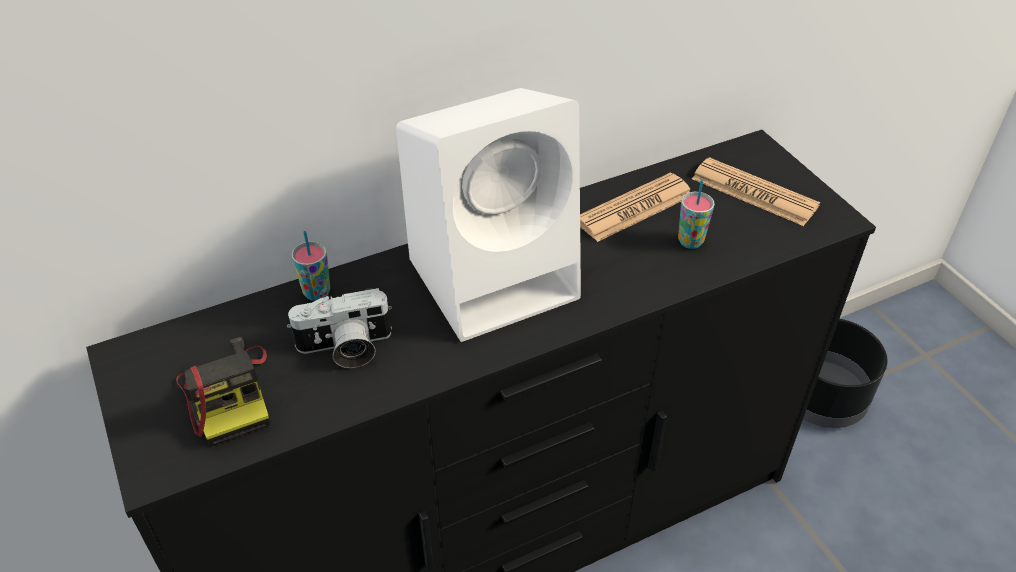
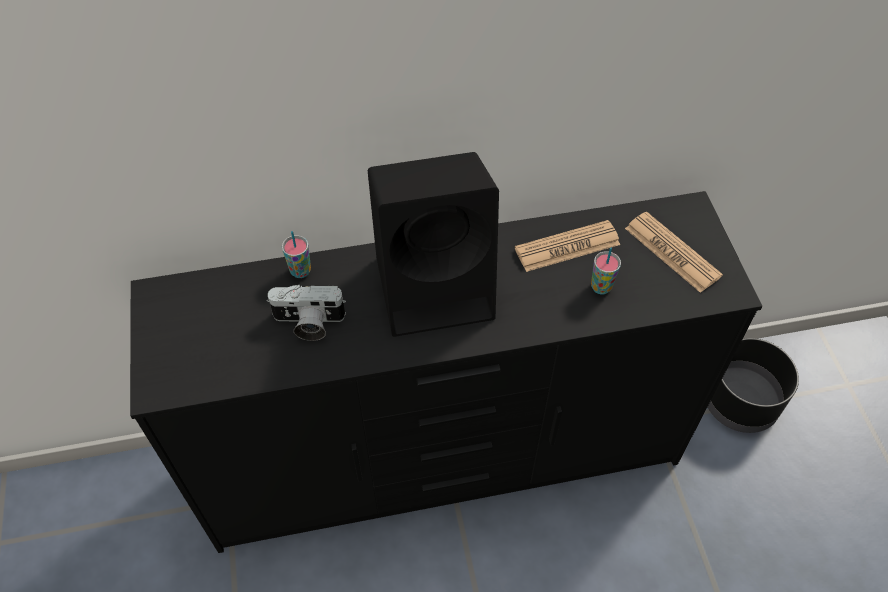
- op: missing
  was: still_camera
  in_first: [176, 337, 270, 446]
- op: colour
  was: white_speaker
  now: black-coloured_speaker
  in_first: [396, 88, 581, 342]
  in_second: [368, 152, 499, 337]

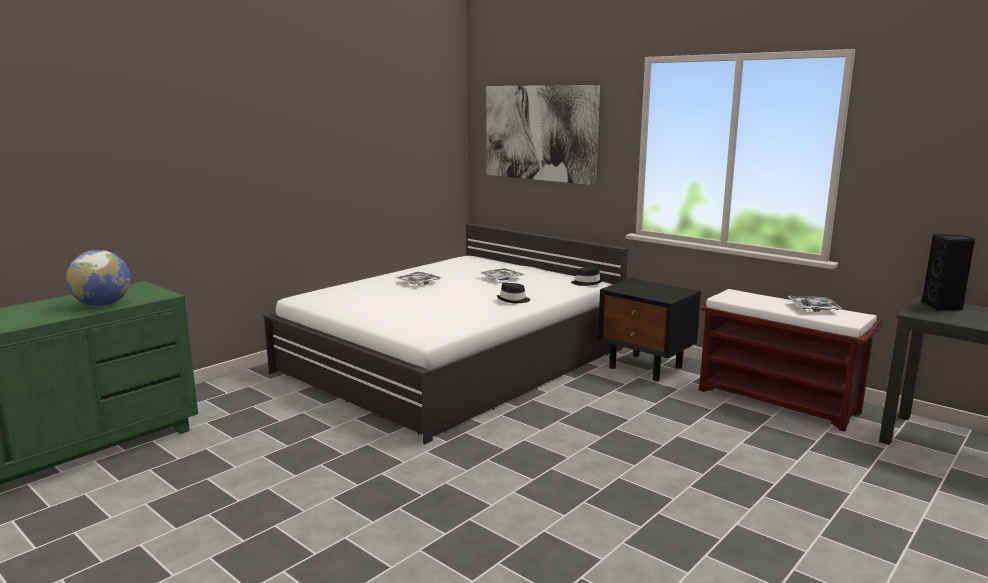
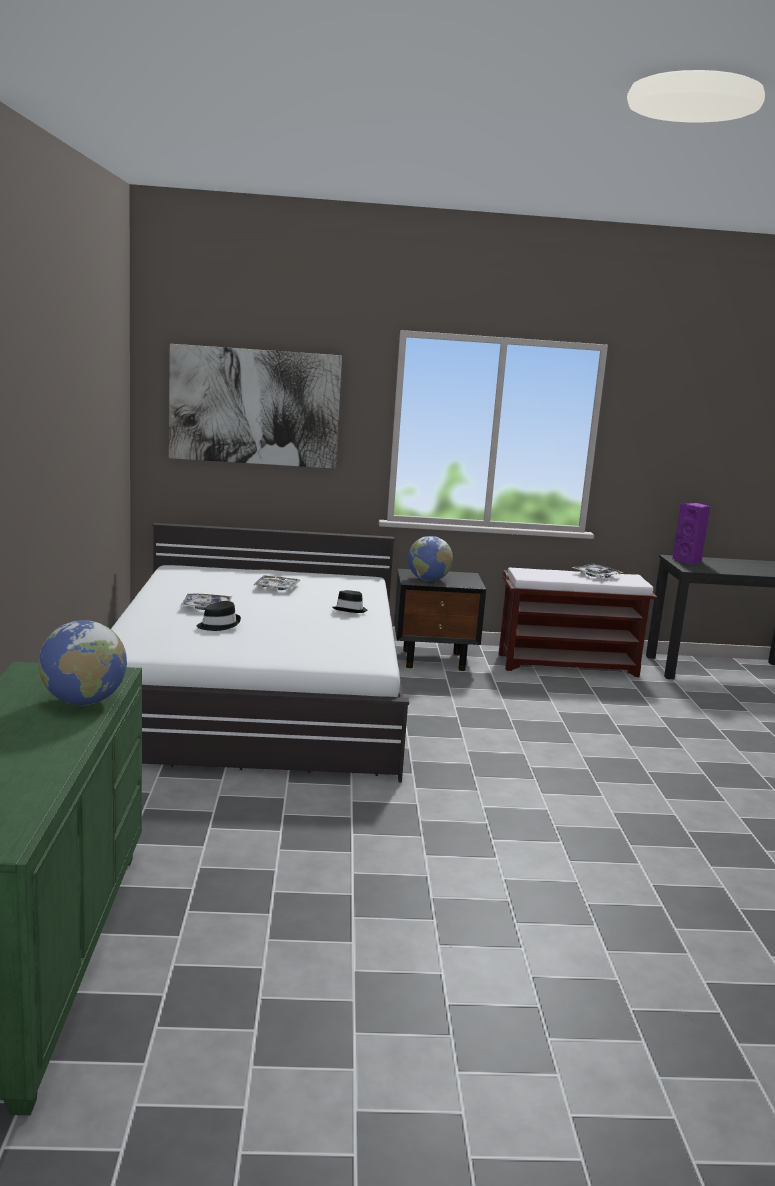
- op: relocated
  was: black-coloured_wearable_hat
  in_first: [571, 266, 603, 286]
  in_second: [197, 601, 241, 631]
- op: colour
  was: black-coloured_speaker
  now: purple-coloured_speaker
  in_first: [922, 234, 975, 311]
  in_second: [672, 502, 711, 565]
- op: appeared
  now: desk_globe
  in_second: [408, 536, 453, 581]

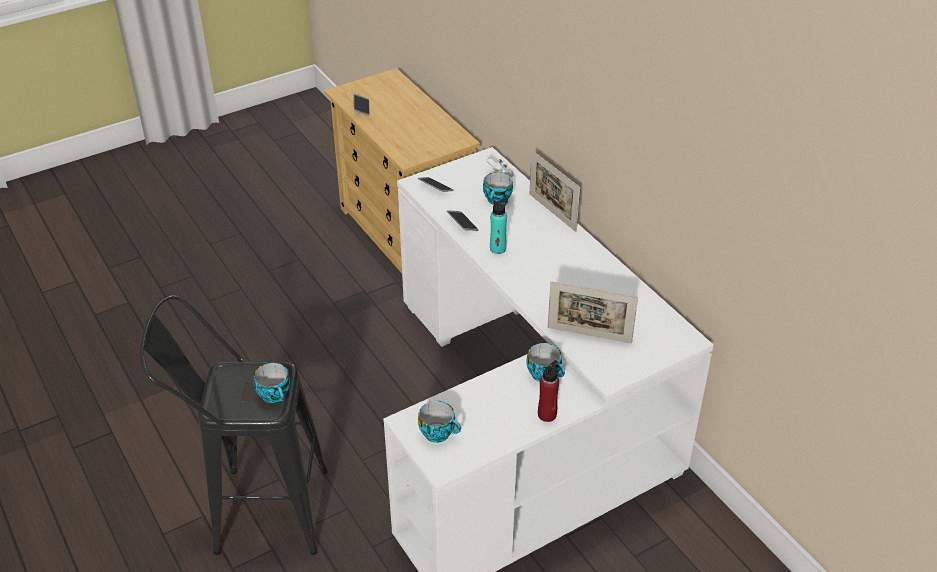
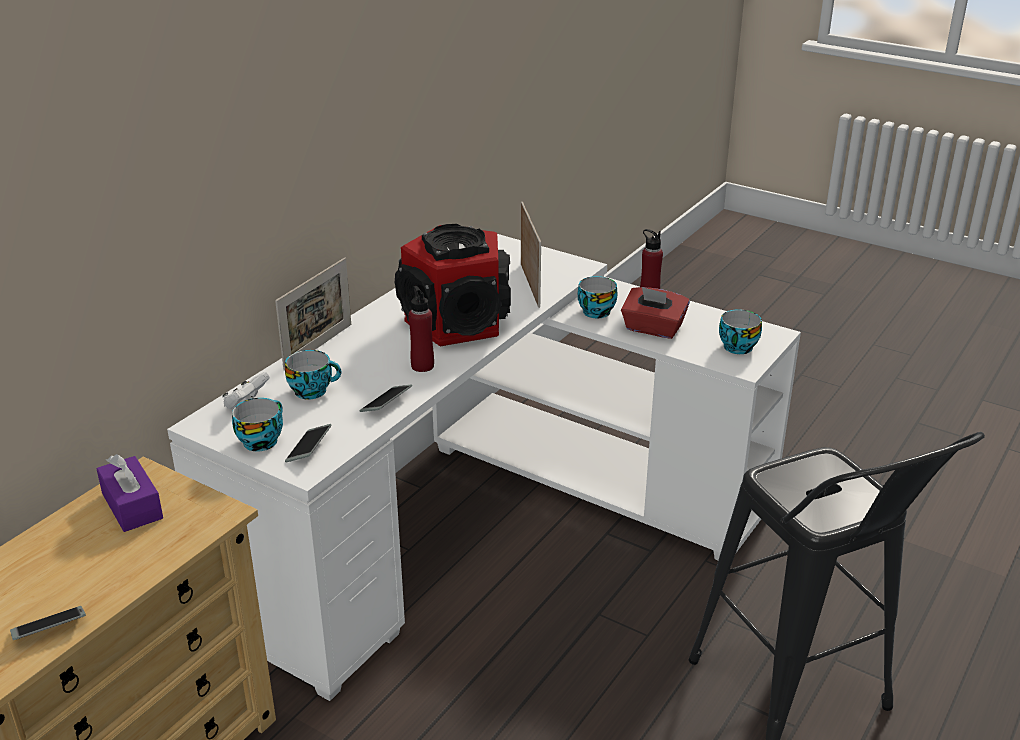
- op: relocated
  was: drinking_cup
  in_first: [253, 363, 290, 403]
  in_second: [232, 398, 283, 451]
- op: colour
  was: turquoise-coloured_drink_bottle
  now: red-coloured_drink_bottle
  in_first: [490, 199, 508, 254]
  in_second: [409, 286, 434, 372]
- op: appeared
  now: purple-coloured_tissue_box
  in_second: [97, 454, 163, 532]
- op: appeared
  now: speaker
  in_second: [395, 224, 511, 346]
- op: appeared
  now: red-coloured_tissue_box
  in_second: [621, 287, 690, 339]

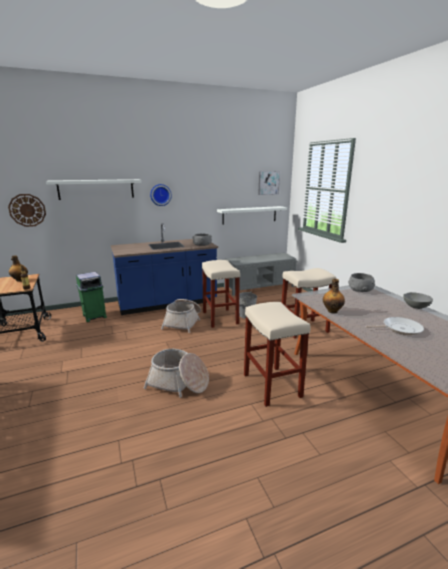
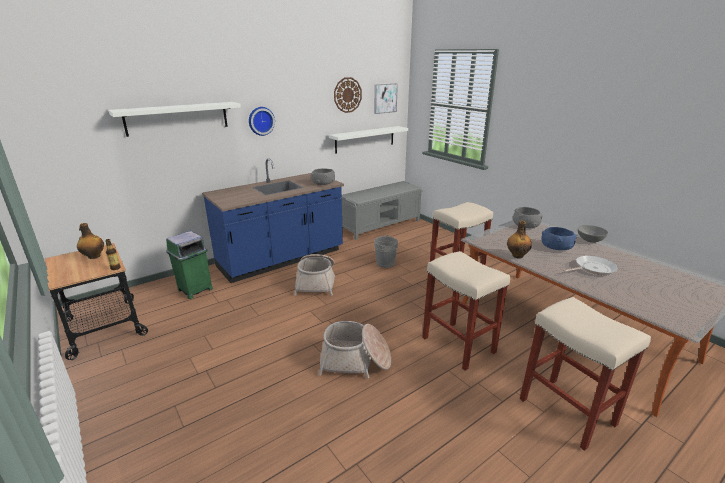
- op: relocated
  was: wall_clock
  in_first: [8, 194, 46, 227]
  in_second: [334, 77, 362, 113]
- op: relocated
  was: beige-coloured_stool
  in_first: [202, 260, 240, 328]
  in_second: [520, 297, 651, 451]
- op: appeared
  now: bluish_serving_bowl
  in_second: [541, 227, 577, 250]

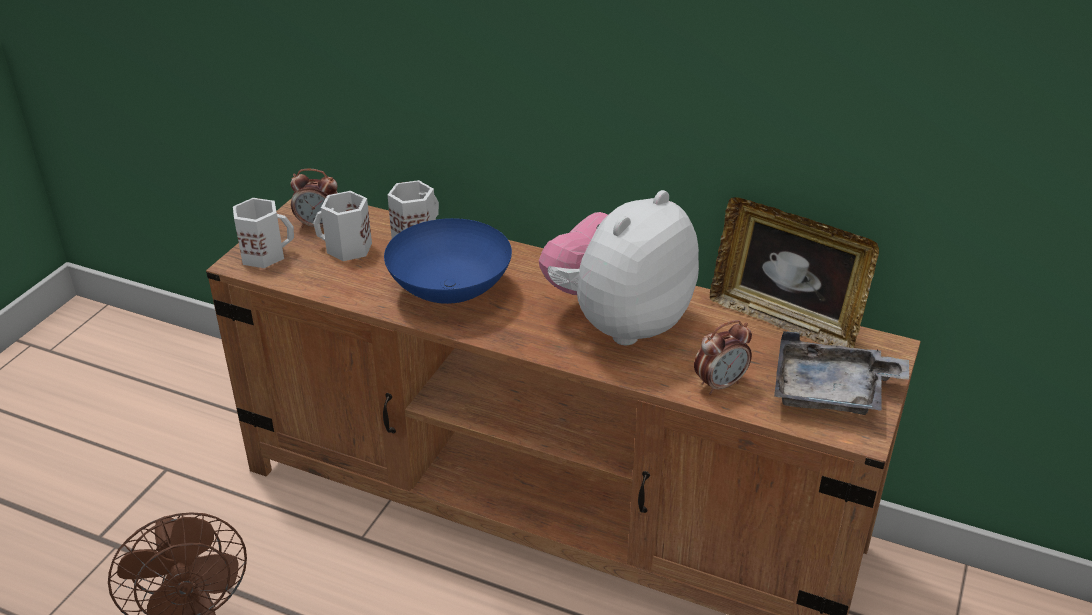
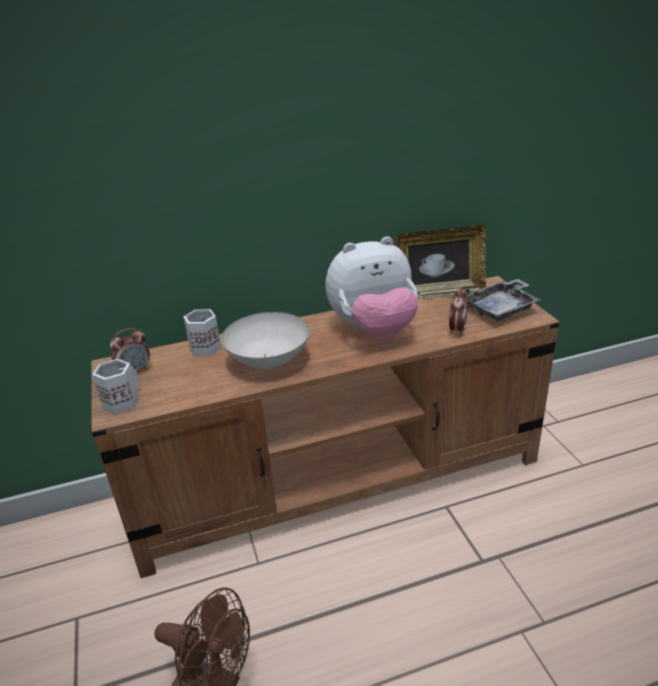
- op: missing
  was: white_mug
  in_first: [313, 191, 372, 261]
- op: colour
  was: bluish_serving_bowl
  now: white_serving_bowl
  in_first: [384, 218, 512, 304]
  in_second: [221, 312, 309, 369]
- op: spun
  was: soft_toy
  in_first: [539, 190, 699, 345]
  in_second: [325, 236, 418, 339]
  clockwise: -105

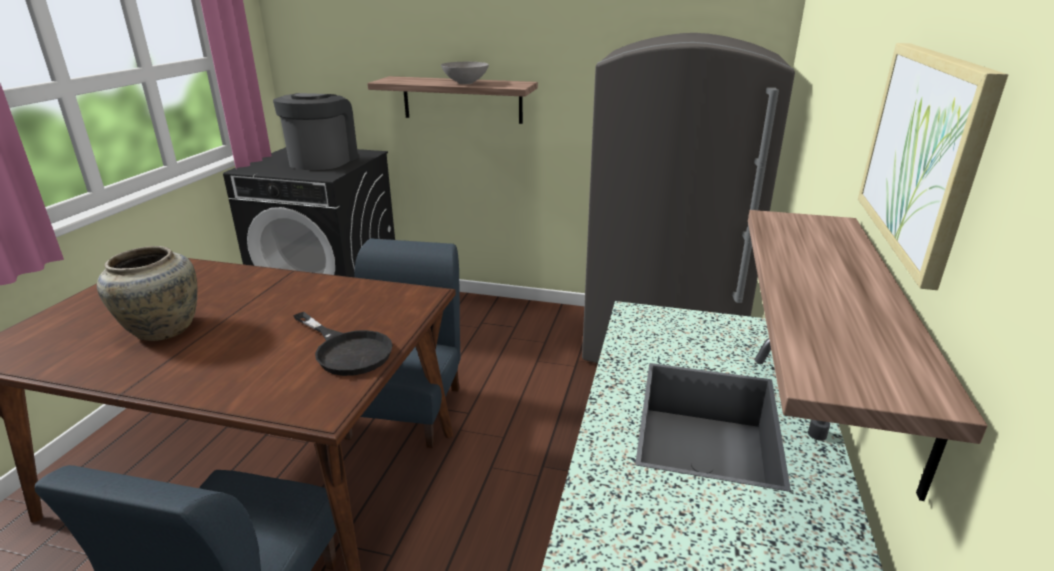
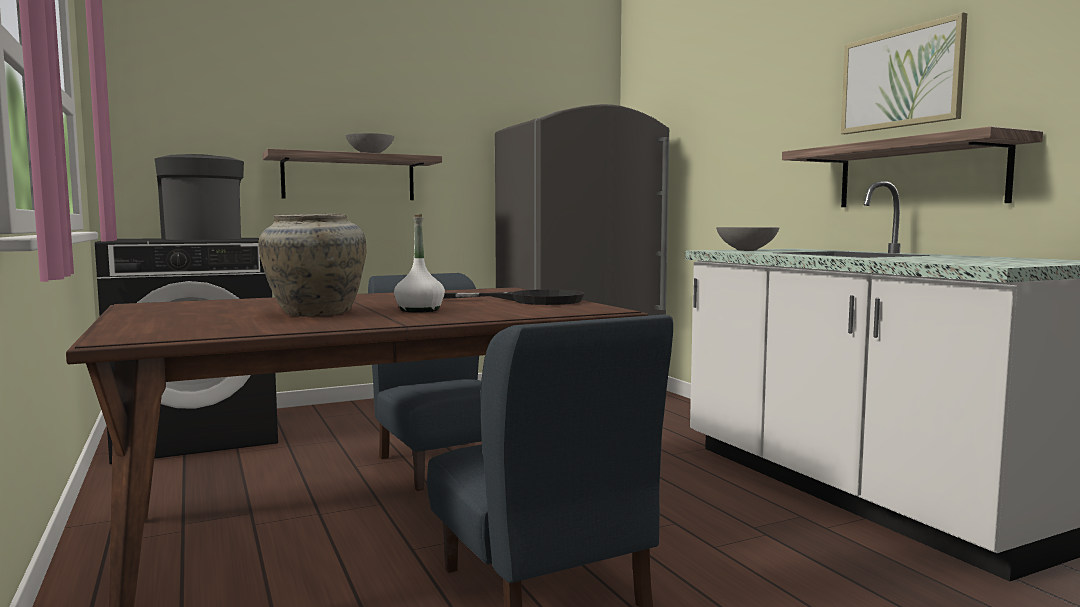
- op: appeared
  now: white_drink_bottle
  in_second: [394, 214, 445, 312]
- op: appeared
  now: greyish_serving_bowl
  in_second: [716, 227, 780, 251]

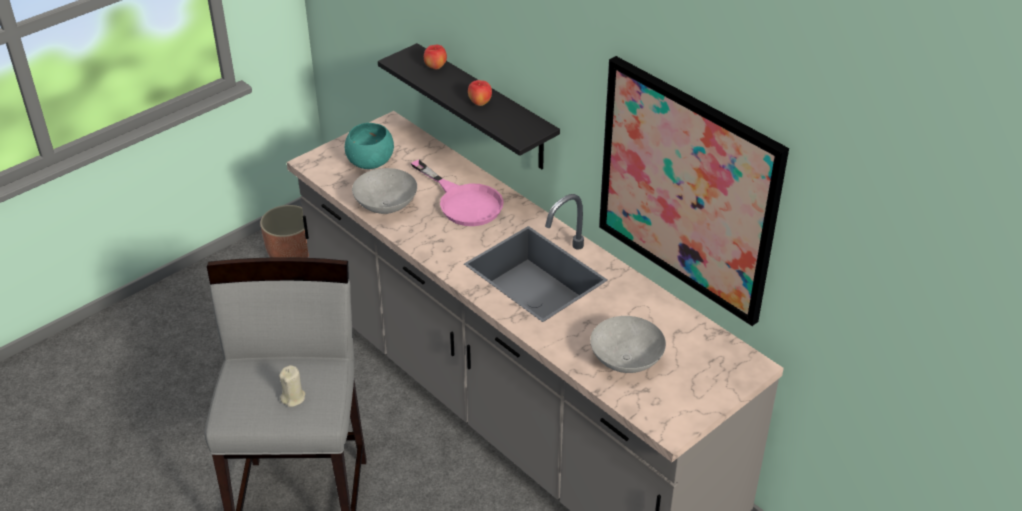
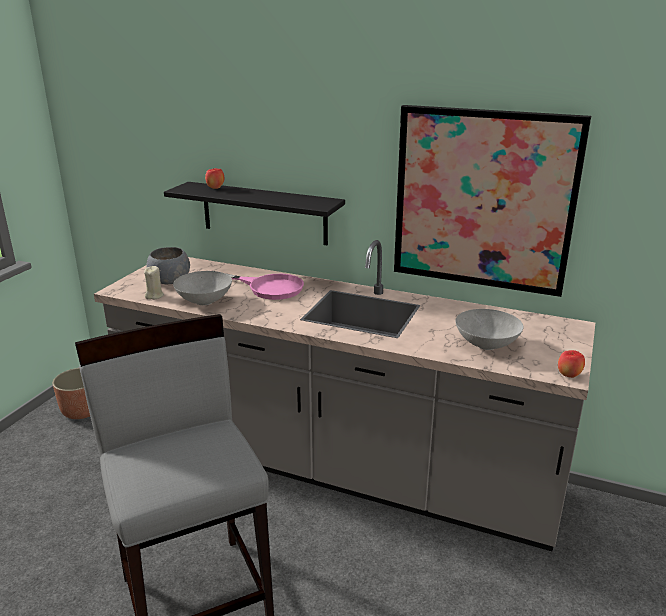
- op: relocated
  was: beige-coloured_candle
  in_first: [279, 365, 305, 407]
  in_second: [144, 266, 164, 299]
- op: colour
  was: turquoise-coloured_serving_bowl
  now: greyish_serving_bowl
  in_first: [345, 123, 394, 169]
  in_second: [146, 247, 190, 284]
- op: relocated
  was: whole_apple
  in_first: [468, 80, 492, 106]
  in_second: [558, 350, 585, 378]

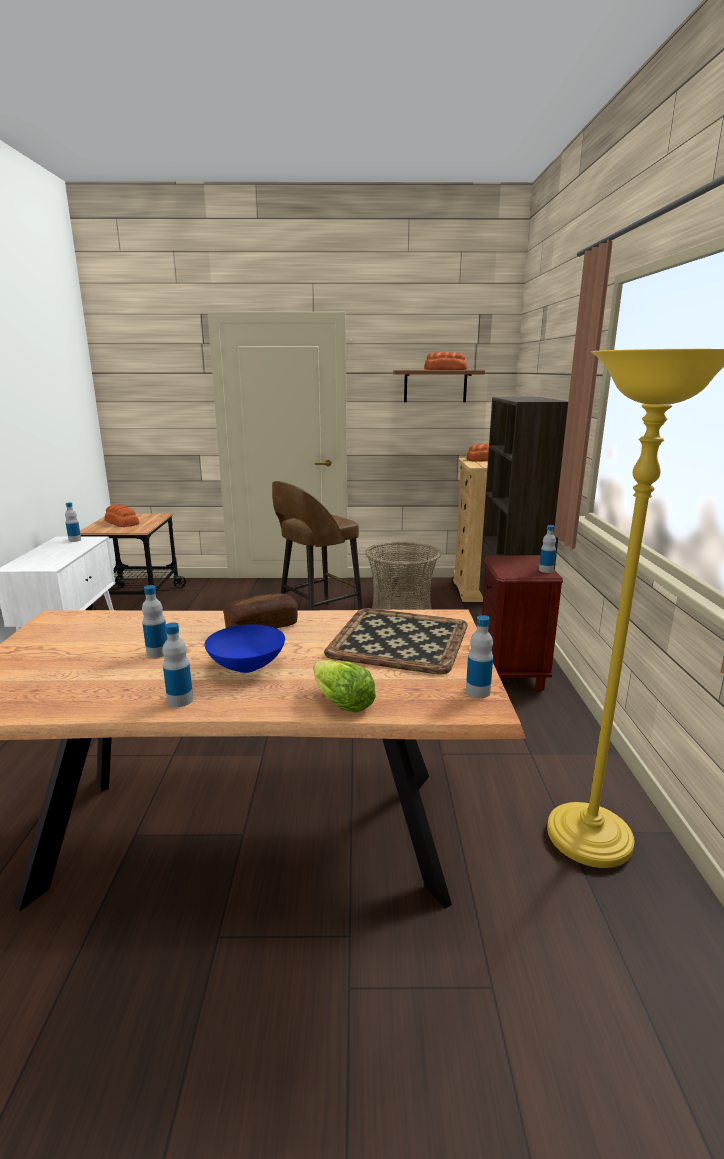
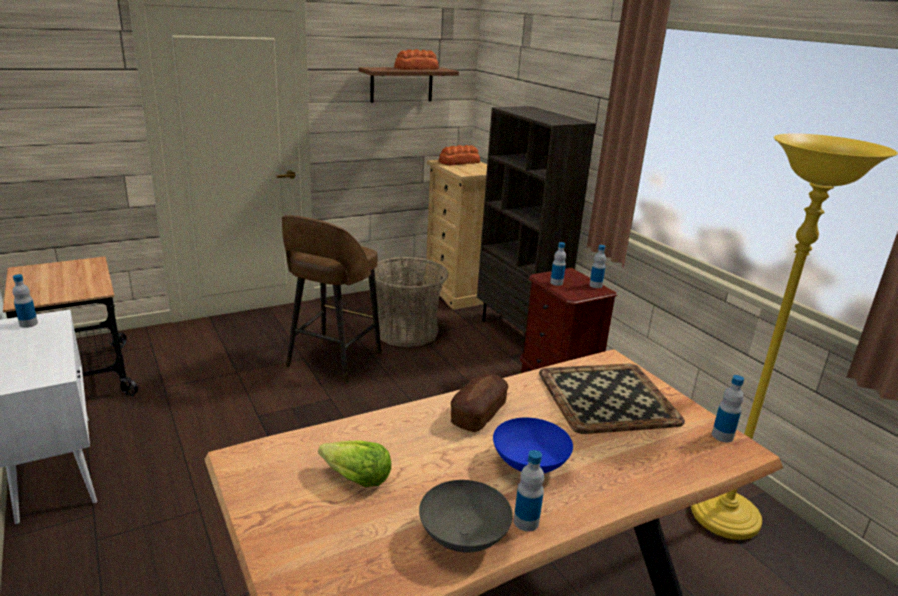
- op: missing
  was: bread
  in_first: [105, 504, 139, 527]
- op: relocated
  was: drink_bottle
  in_first: [142, 585, 167, 658]
  in_second: [550, 242, 566, 286]
- op: relocated
  was: head_of_lettuce
  in_first: [313, 660, 376, 712]
  in_second: [318, 440, 391, 487]
- op: appeared
  now: greyish_serving_bowl
  in_second: [419, 480, 513, 553]

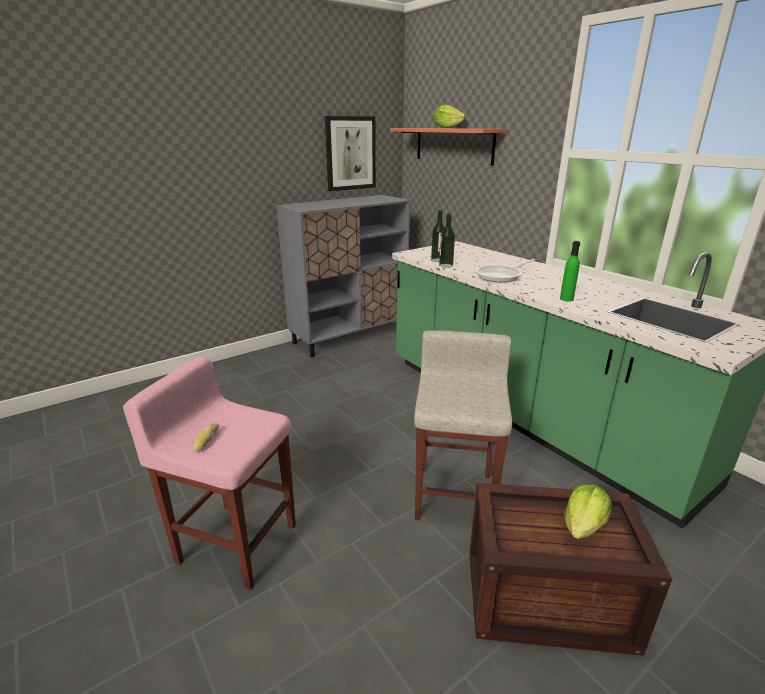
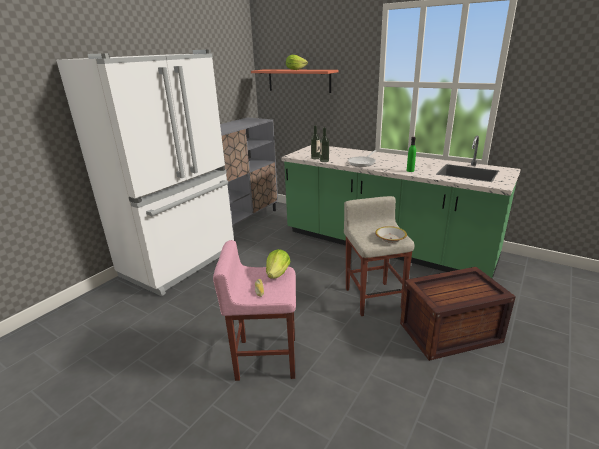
- op: missing
  was: picture
  in_first: [325, 116, 376, 191]
- op: relocated
  was: head_of_lettuce
  in_first: [564, 484, 612, 539]
  in_second: [266, 249, 291, 279]
- op: appeared
  now: white_refrigerator
  in_second: [56, 49, 234, 296]
- op: appeared
  now: serving_bowl
  in_second: [375, 226, 407, 243]

